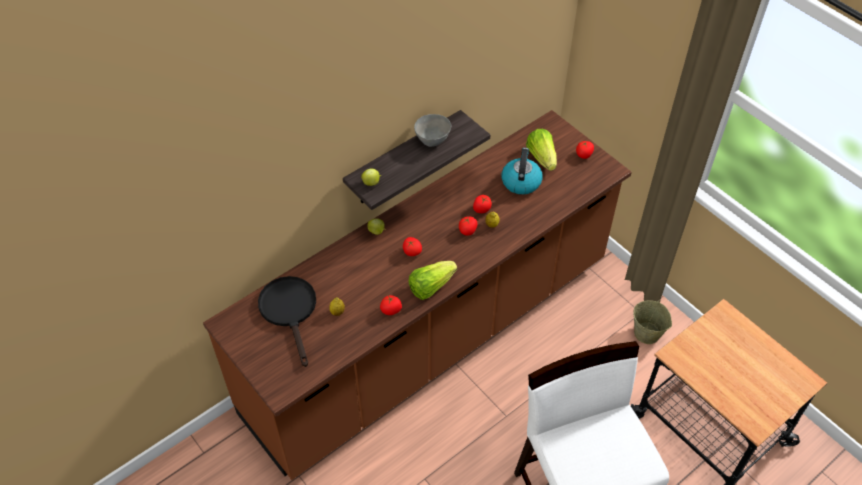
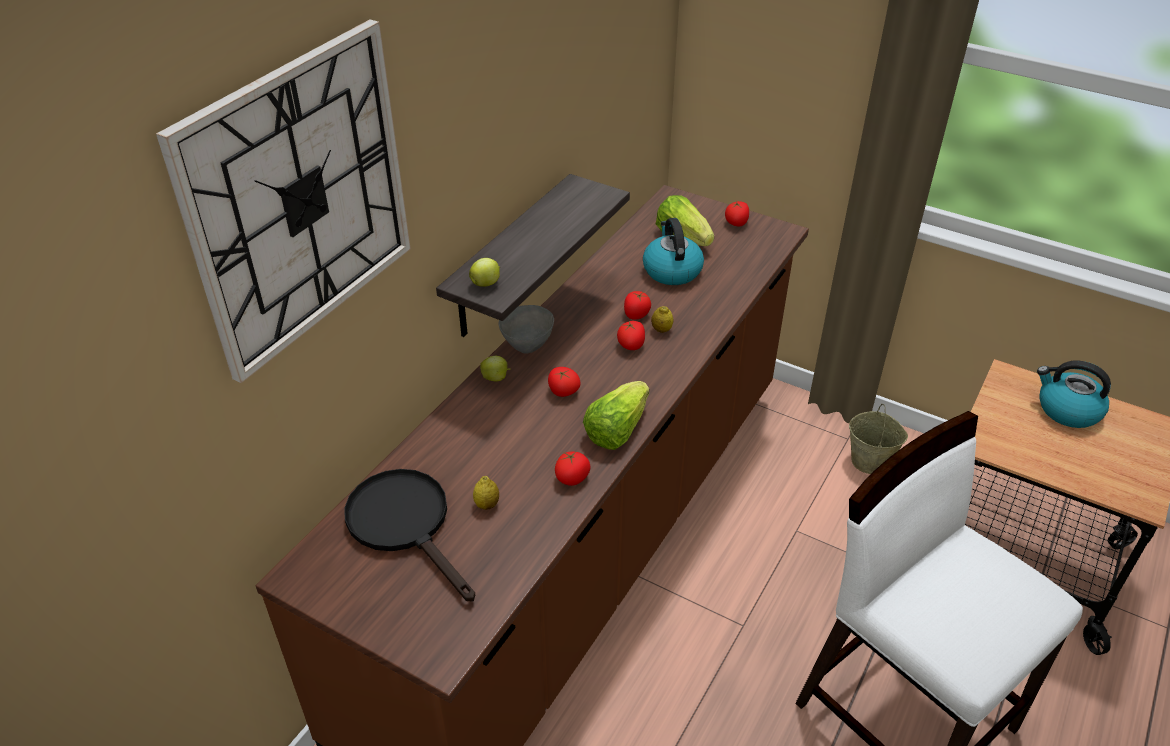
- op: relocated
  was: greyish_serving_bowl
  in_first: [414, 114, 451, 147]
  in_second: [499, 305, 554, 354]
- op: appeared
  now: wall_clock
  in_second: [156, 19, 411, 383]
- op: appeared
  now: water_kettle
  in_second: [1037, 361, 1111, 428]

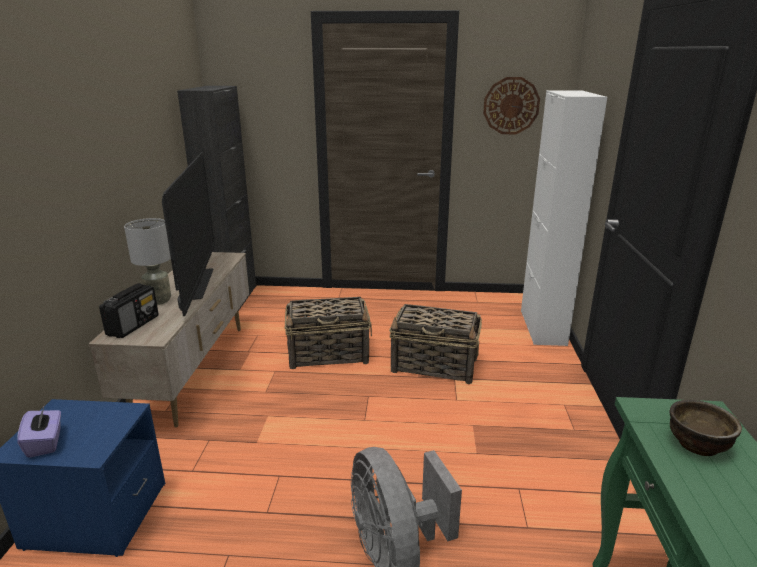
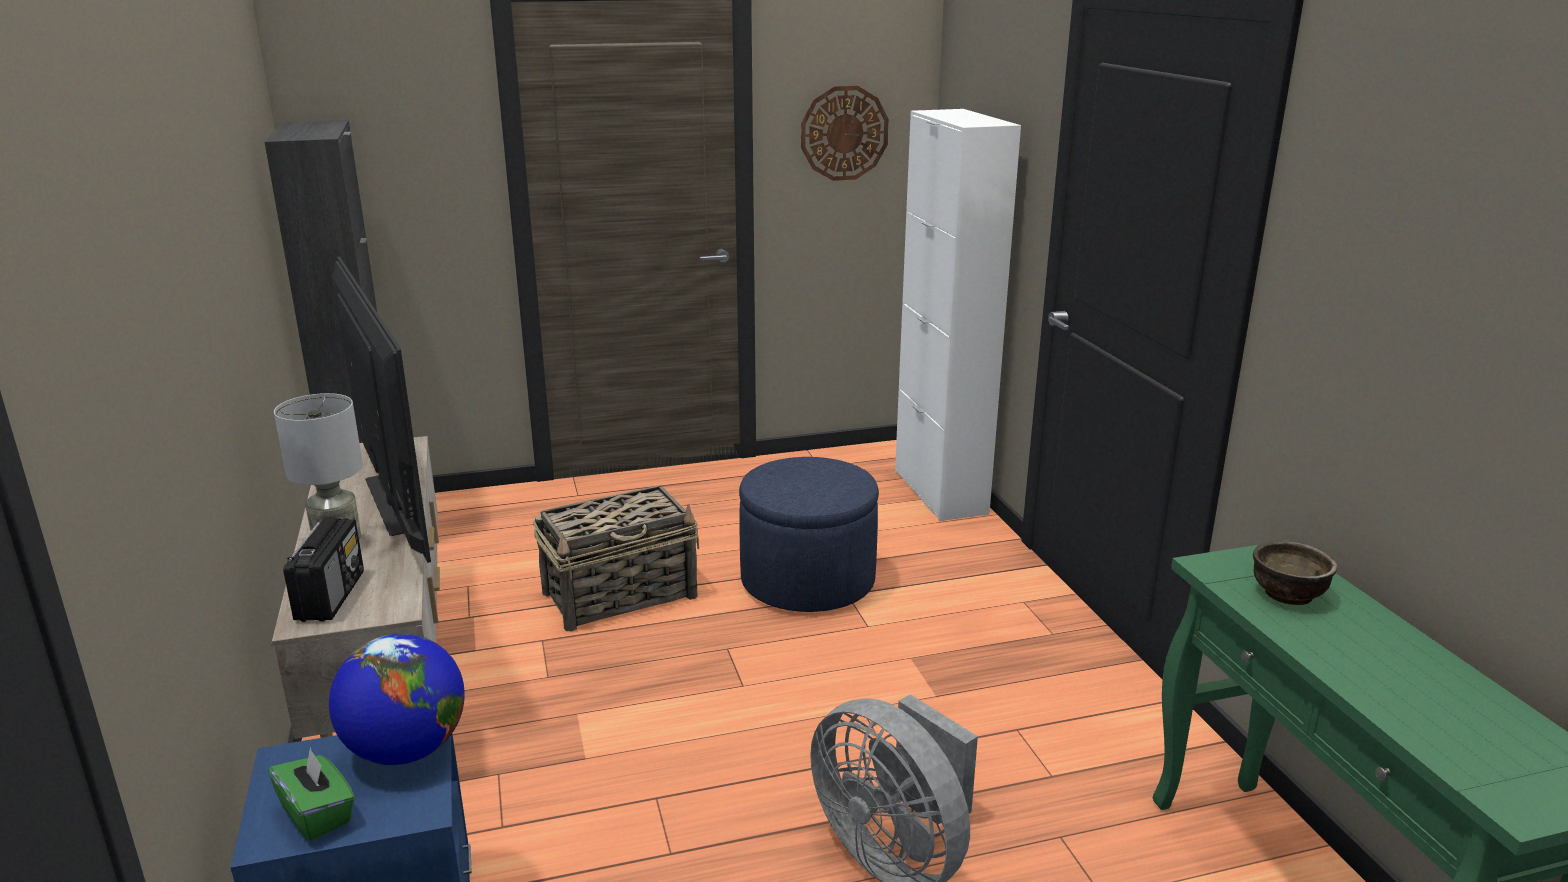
- op: colour
  was: purple-coloured_tissue_box
  now: green-coloured_tissue_box
  in_first: [17, 405, 61, 458]
  in_second: [268, 747, 355, 841]
- op: exchanged
  was: household_basket
  now: bluish_ottoman
  in_first: [389, 304, 482, 384]
  in_second: [739, 457, 879, 612]
- op: appeared
  now: desk_globe
  in_second: [329, 633, 465, 765]

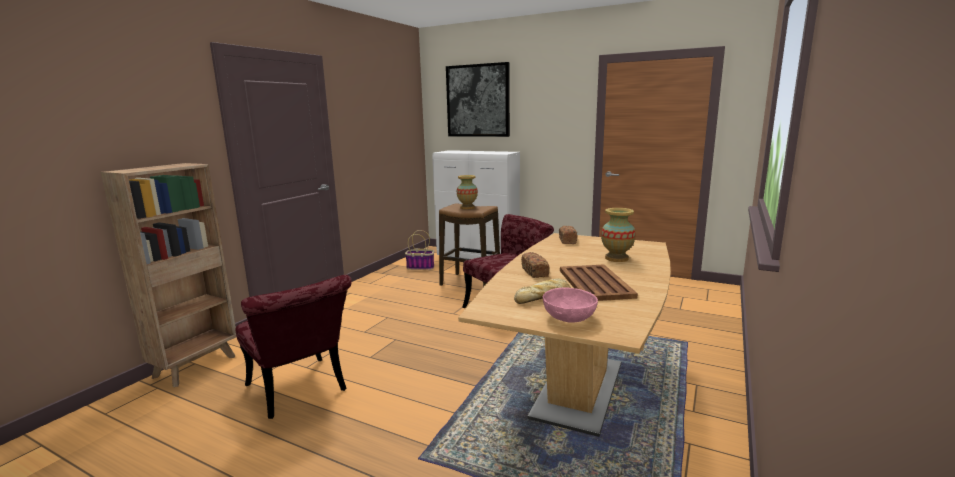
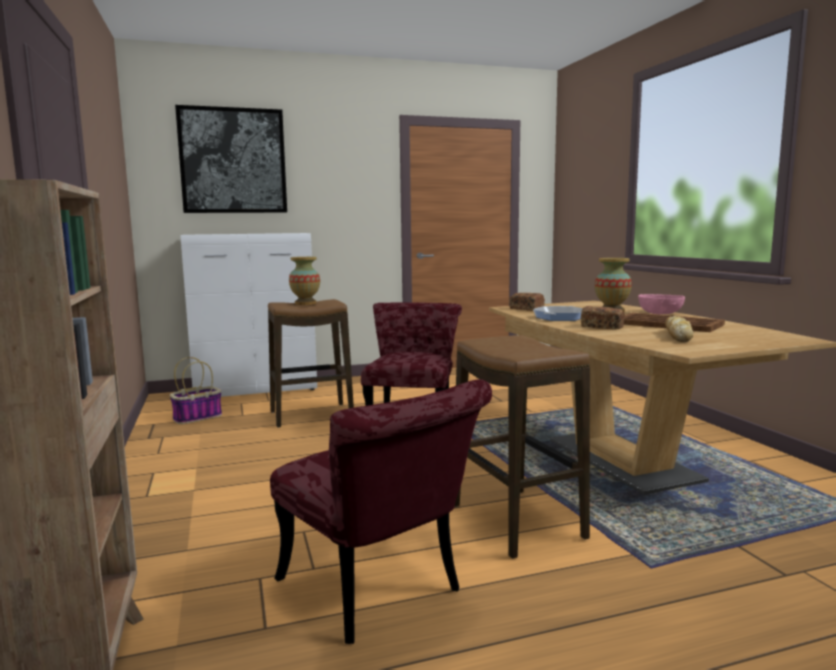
- op: spun
  was: red-coloured_chair
  in_first: [236, 275, 351, 419]
  in_second: [270, 379, 492, 644]
  clockwise: 45
- op: relocated
  was: pink-coloured_serving_bowl
  in_first: [543, 287, 598, 323]
  in_second: [638, 294, 685, 314]
- op: appeared
  now: stool
  in_second: [454, 335, 590, 559]
- op: appeared
  now: skillet
  in_second: [533, 306, 583, 321]

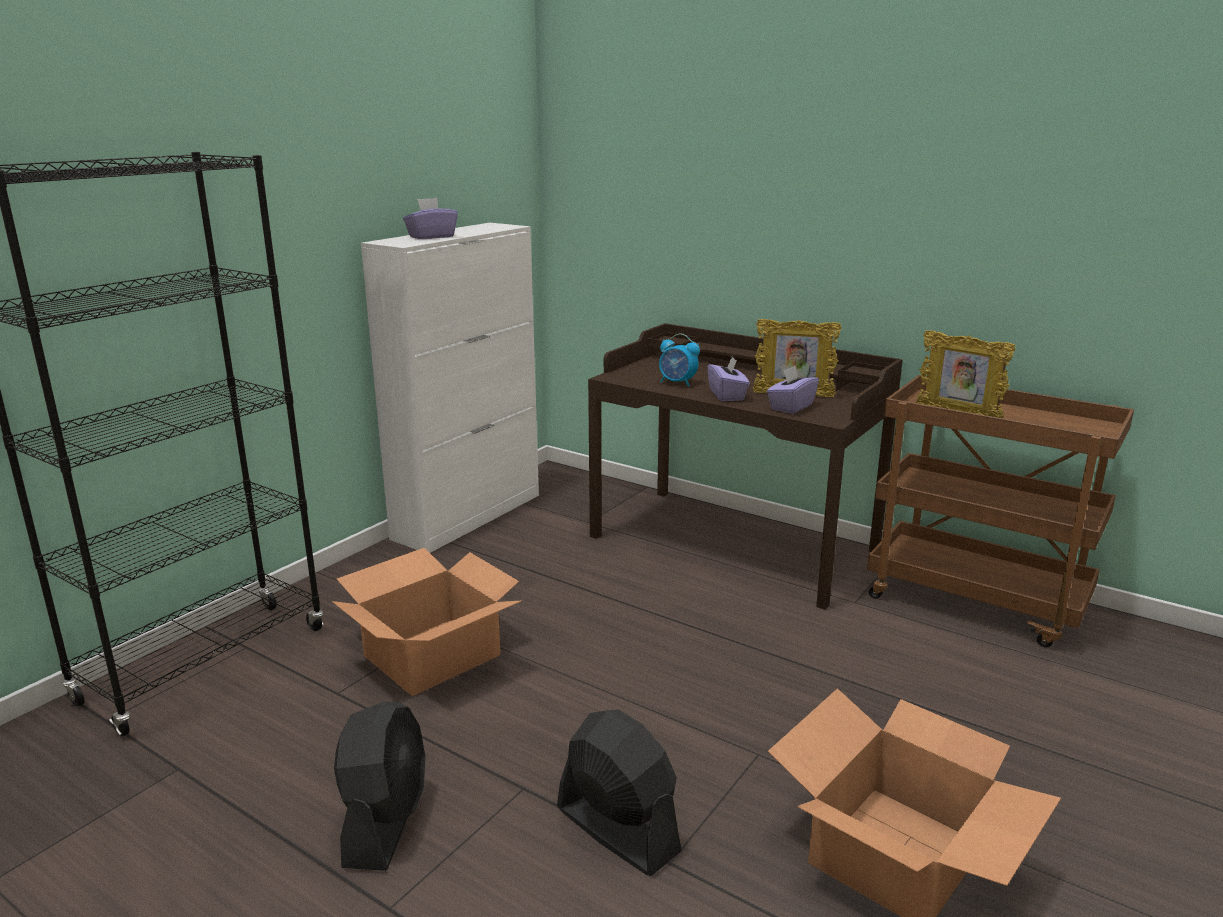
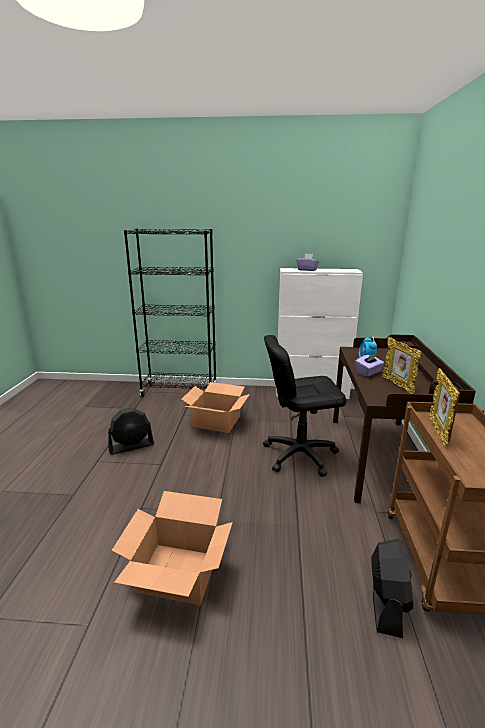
- op: relocated
  was: black-coloured_cooling_fan
  in_first: [557, 710, 682, 876]
  in_second: [371, 539, 413, 638]
- op: missing
  was: purple-coloured_tissue_box
  in_first: [767, 365, 819, 414]
- op: appeared
  now: black-coloured_computer_chair
  in_second: [263, 335, 346, 477]

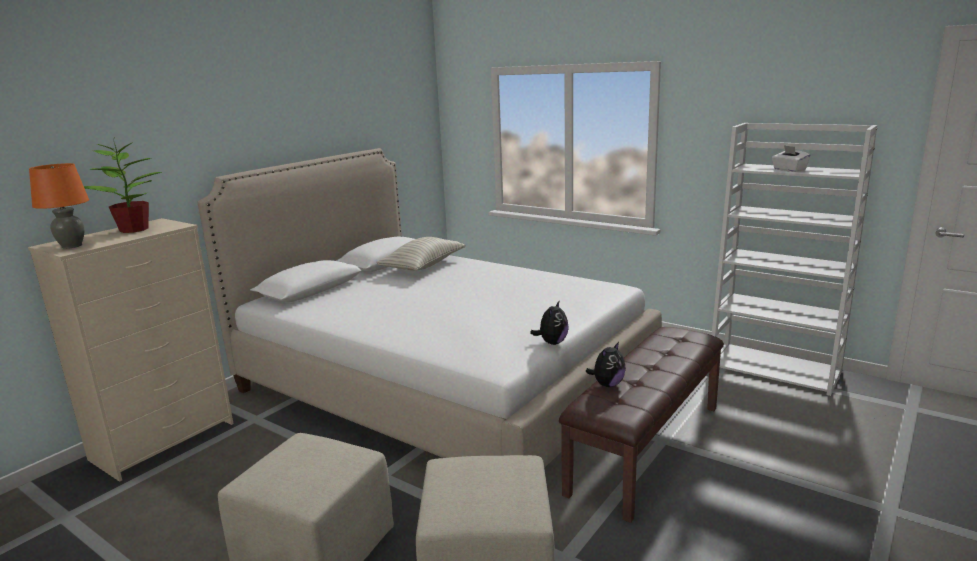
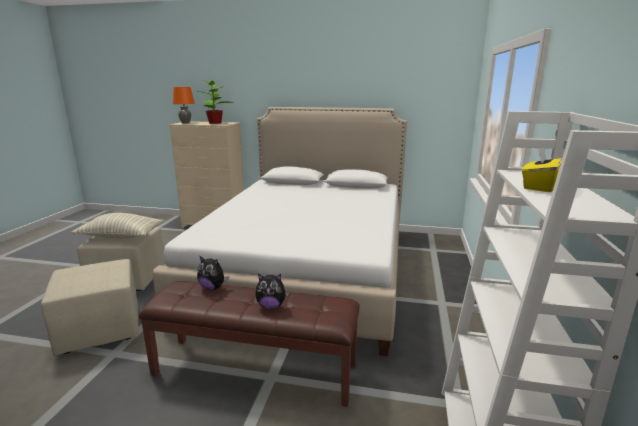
- op: relocated
  was: cushion
  in_first: [376, 237, 465, 271]
  in_second: [71, 213, 164, 239]
- op: relocated
  was: soft_toy
  in_first: [530, 300, 569, 345]
  in_second: [256, 273, 289, 309]
- op: colour
  was: white_tissue_box
  now: yellow_tissue_box
  in_first: [772, 145, 811, 172]
  in_second: [522, 147, 562, 192]

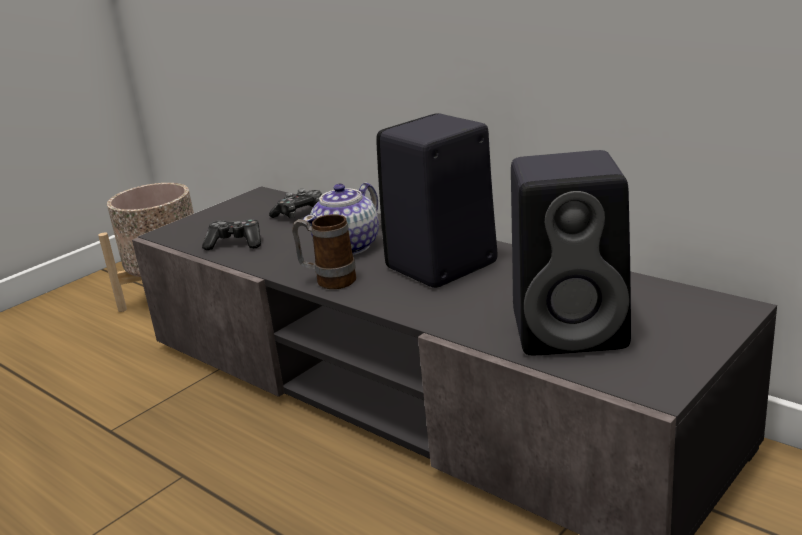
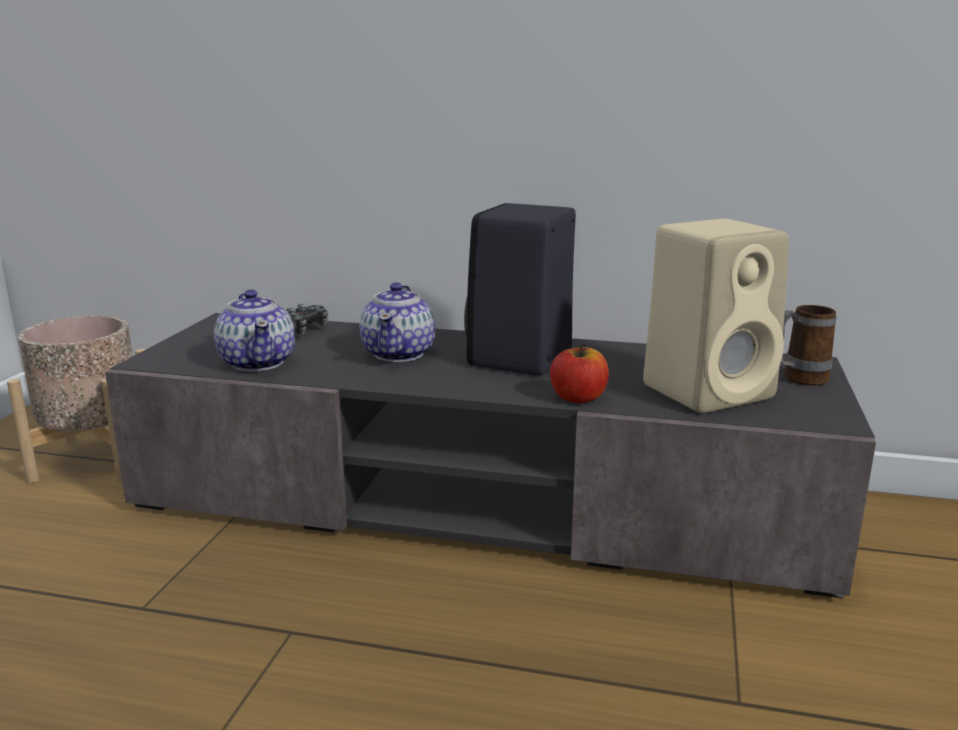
- op: exchanged
  was: joypad
  now: pot_for_tea
  in_first: [202, 219, 261, 250]
  in_second: [214, 290, 295, 372]
- op: relocated
  was: mug
  in_first: [292, 214, 356, 289]
  in_second: [781, 305, 836, 386]
- op: colour
  was: black-coloured_speaker
  now: beige-coloured_speaker
  in_first: [511, 150, 631, 356]
  in_second: [643, 219, 789, 413]
- op: appeared
  now: whole_apple
  in_second: [550, 343, 609, 403]

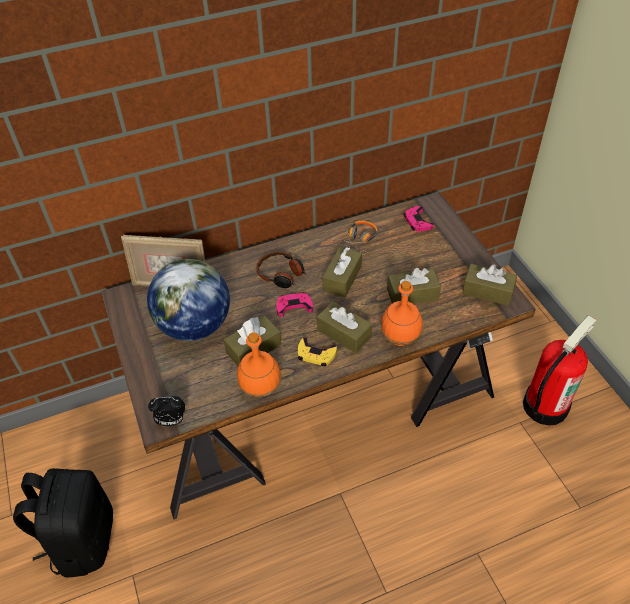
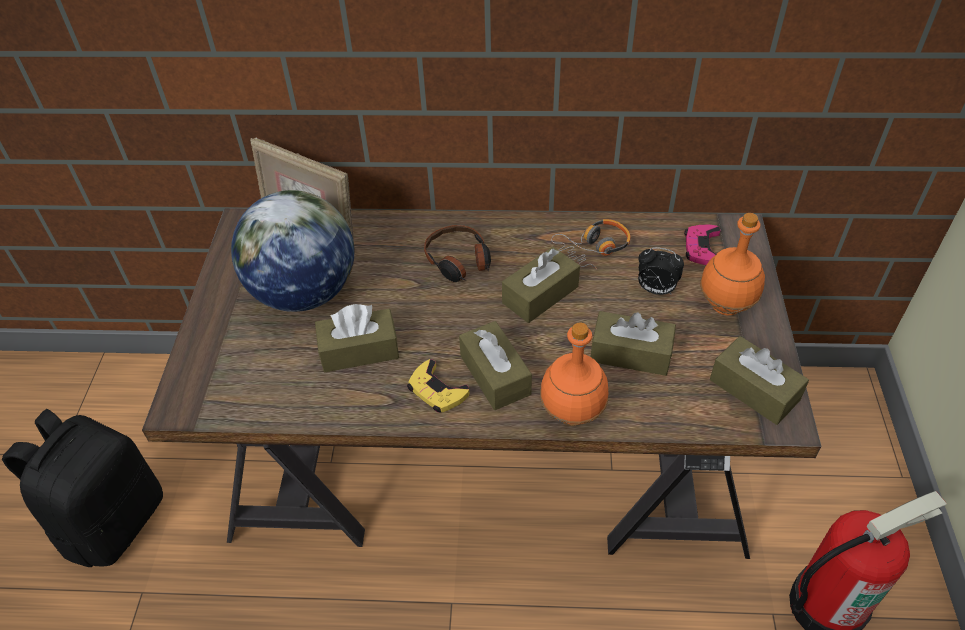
- op: relocated
  was: table_clock
  in_first: [148, 396, 185, 426]
  in_second: [638, 247, 684, 295]
- op: relocated
  was: orange_drink_bottle
  in_first: [237, 332, 281, 397]
  in_second: [700, 213, 765, 315]
- op: missing
  was: pink-coloured_joypad
  in_first: [276, 292, 313, 317]

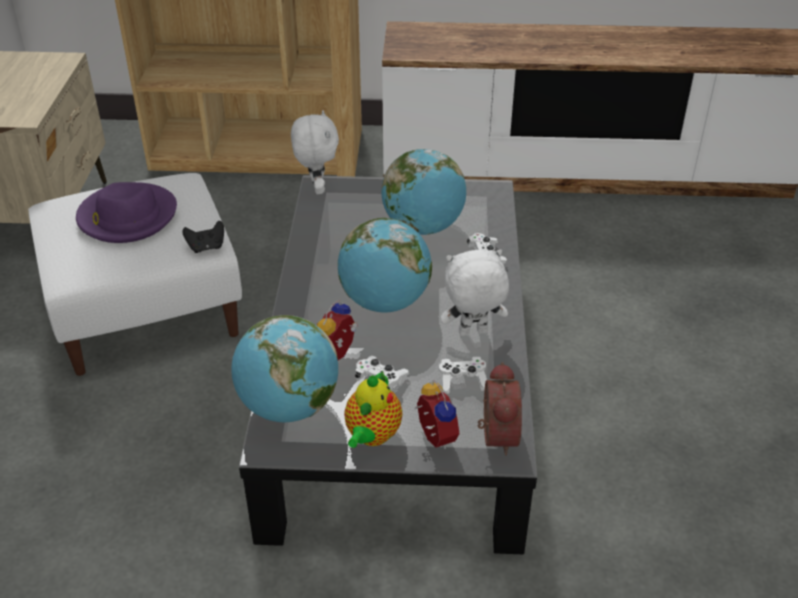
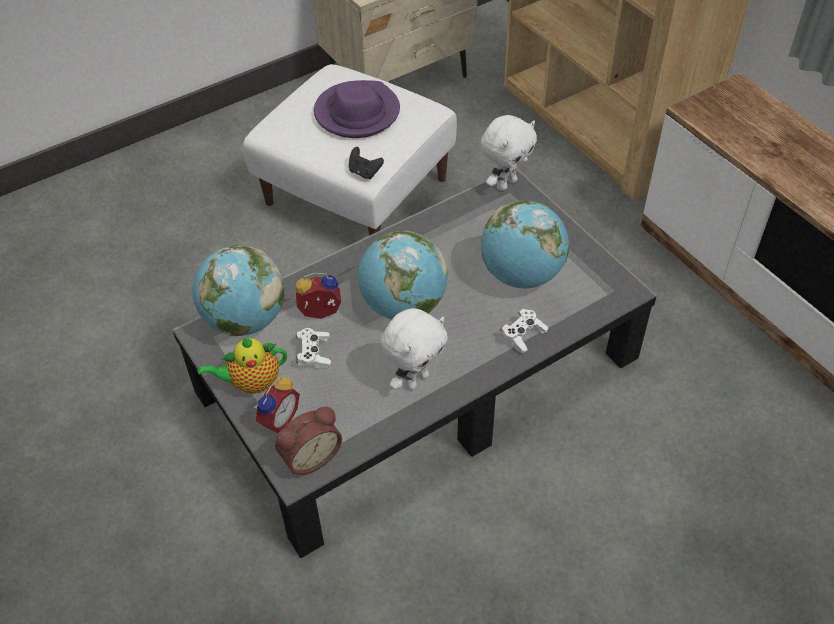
- op: missing
  was: white_joypad
  in_first: [439, 356, 487, 394]
- op: spun
  was: white_soft_toy
  in_first: [441, 249, 509, 336]
  in_second: [381, 308, 448, 390]
  clockwise: 90

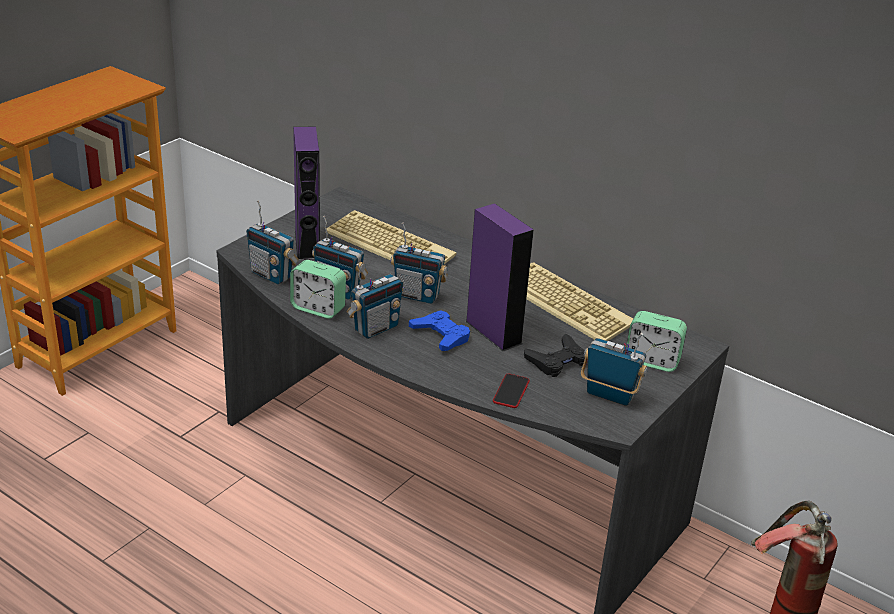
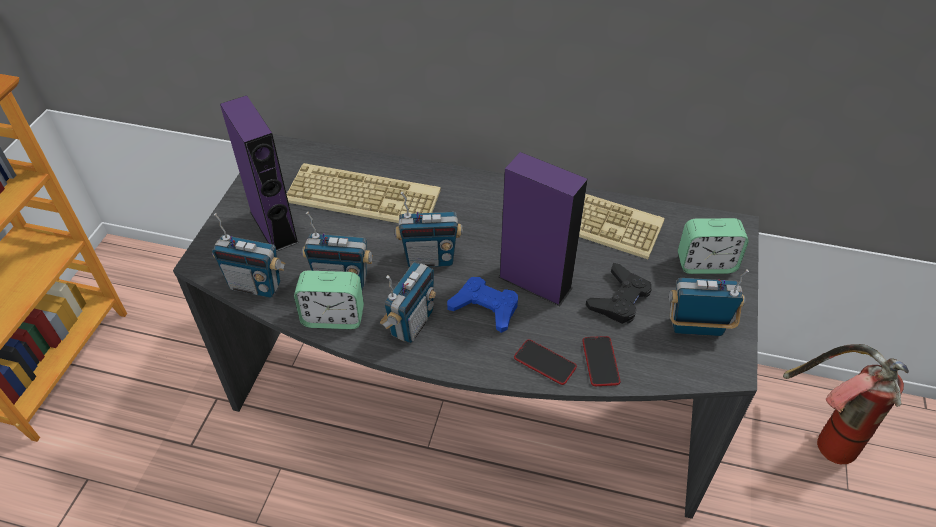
- op: appeared
  now: phone
  in_second: [514, 340, 577, 385]

